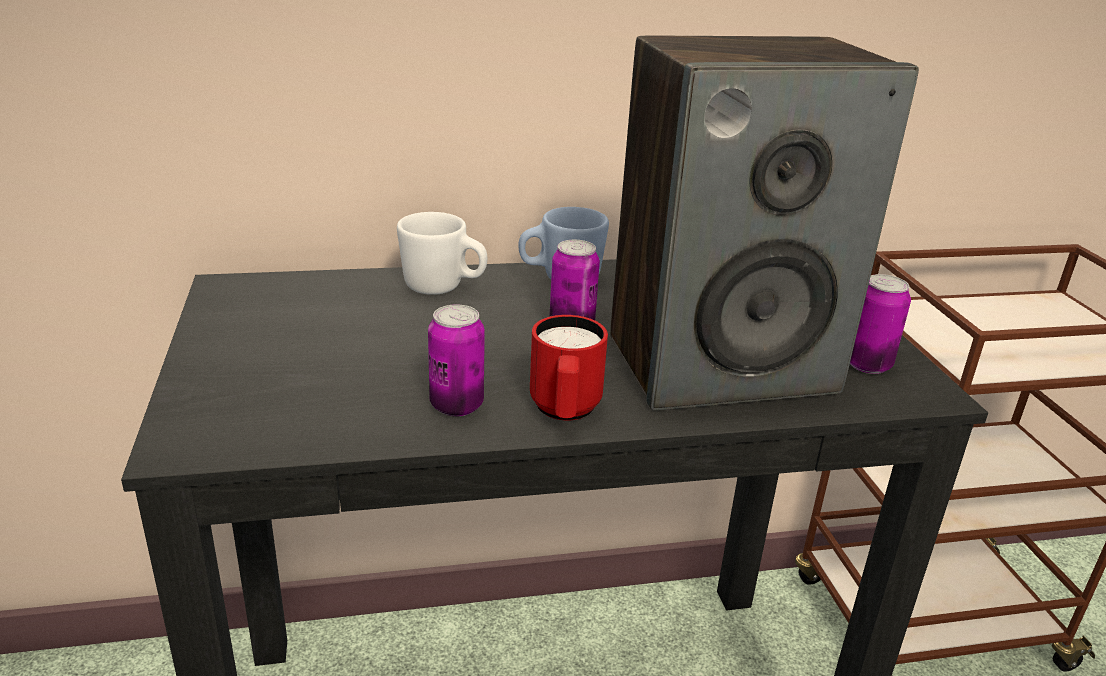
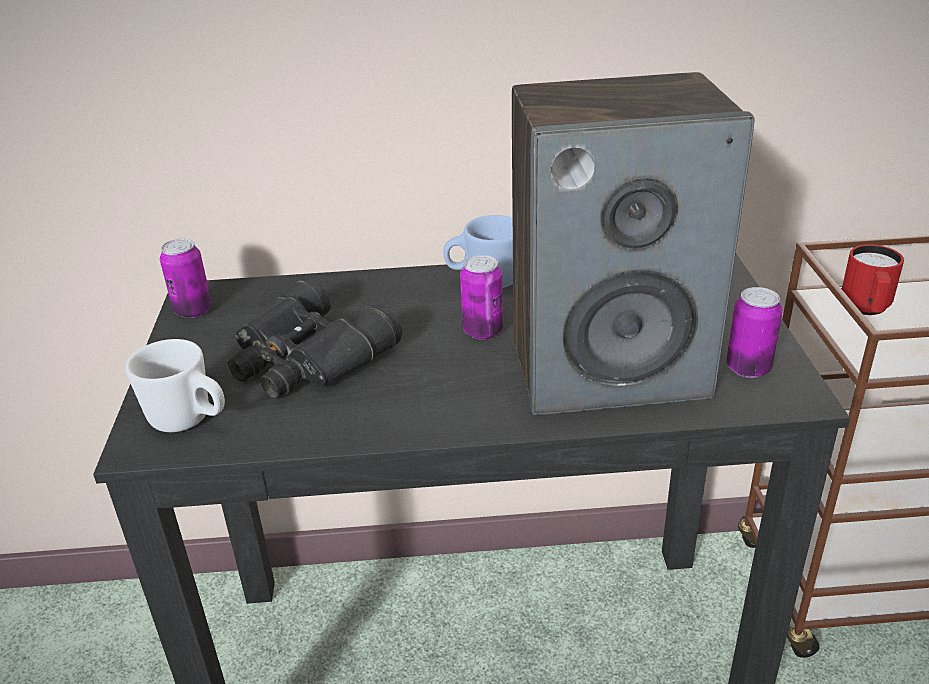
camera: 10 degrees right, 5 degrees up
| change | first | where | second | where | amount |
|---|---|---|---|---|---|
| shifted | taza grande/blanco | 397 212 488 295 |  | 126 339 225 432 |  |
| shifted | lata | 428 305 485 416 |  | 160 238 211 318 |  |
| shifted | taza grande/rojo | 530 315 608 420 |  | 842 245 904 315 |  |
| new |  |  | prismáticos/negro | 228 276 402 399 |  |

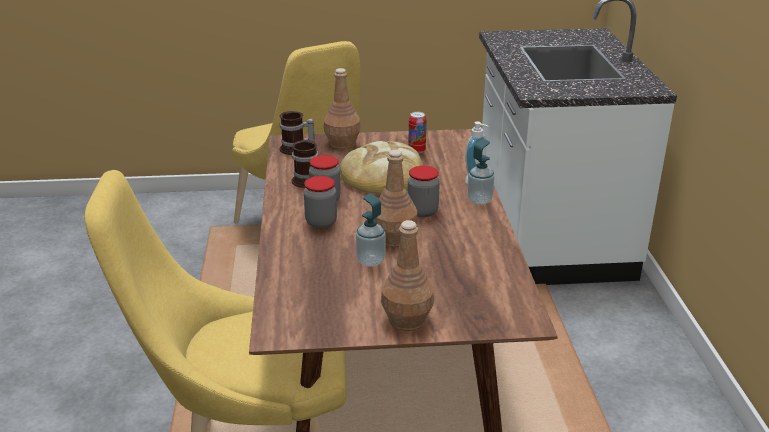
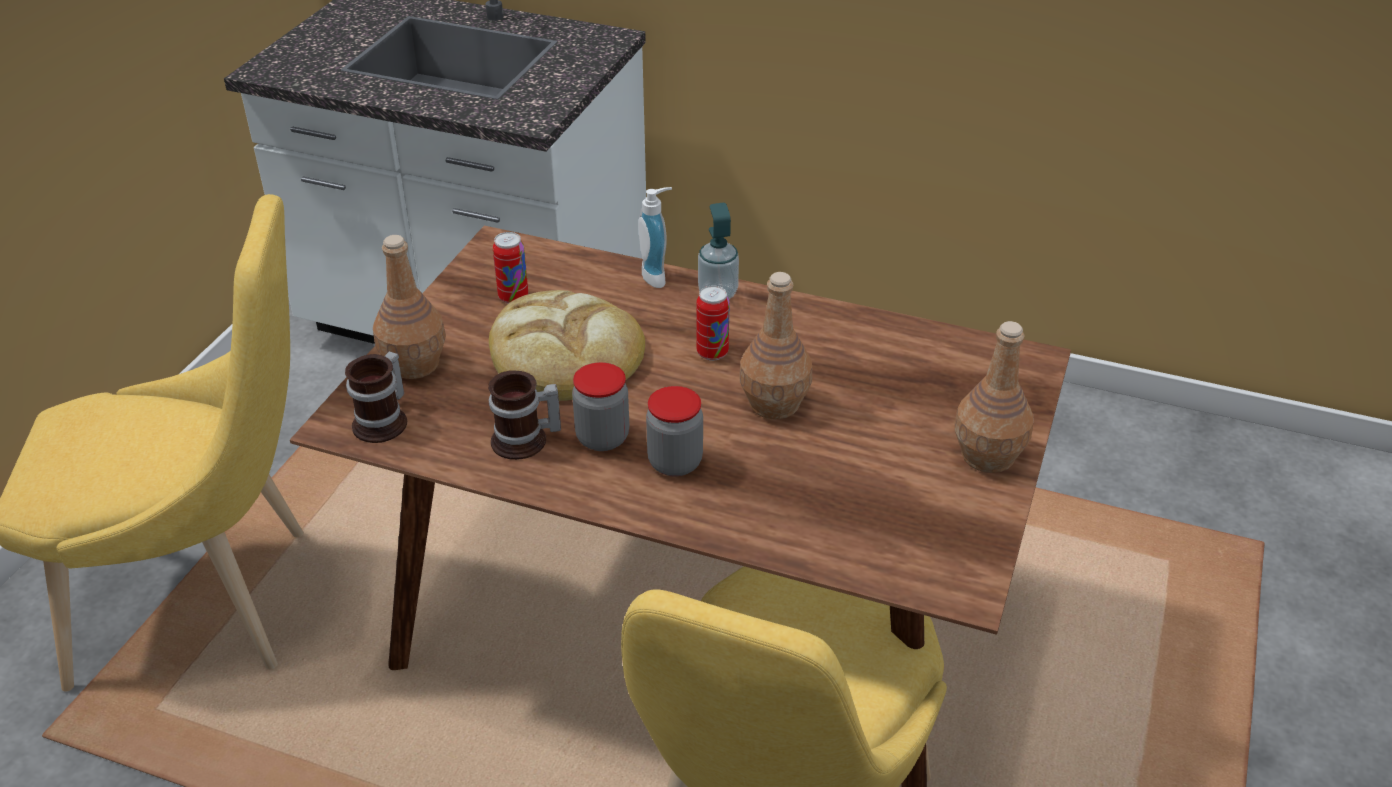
camera: 65 degrees left, 10 degrees up
| change | first | where | second | where | amount |
|---|---|---|---|---|---|
| swapped | tarro | 408 166 440 217 | lata | 697 285 730 361 |  |
| gone | dispensador de jabón | 356 193 385 267 |  |  |  |

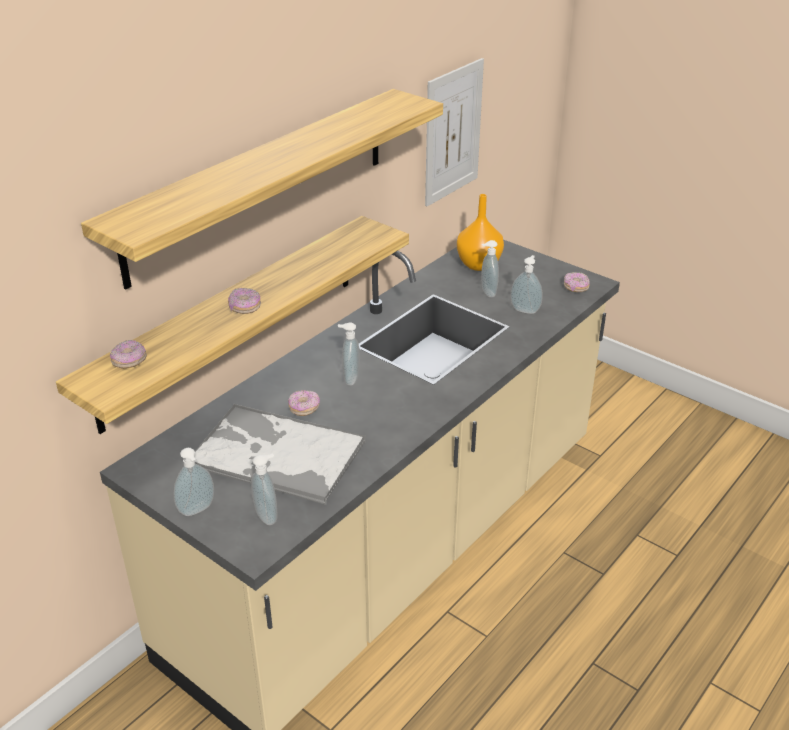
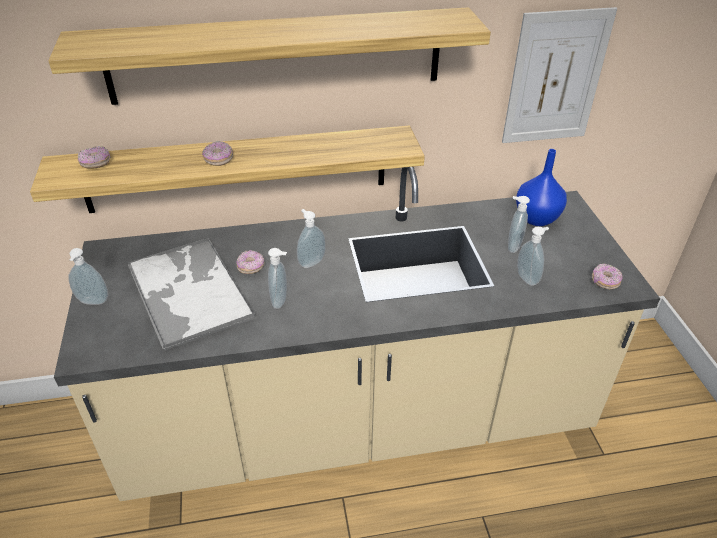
camera: 40 degrees right, 5 degrees up
| change | first | where | second | where | amount |
|---|---|---|---|---|---|
| repainted | florero/naranja | 457 194 504 271 | florero/azul | 516 149 567 226 |  |
| shifted | dispensador de jabón | 251 453 277 525 |  | 268 248 287 309 |  |

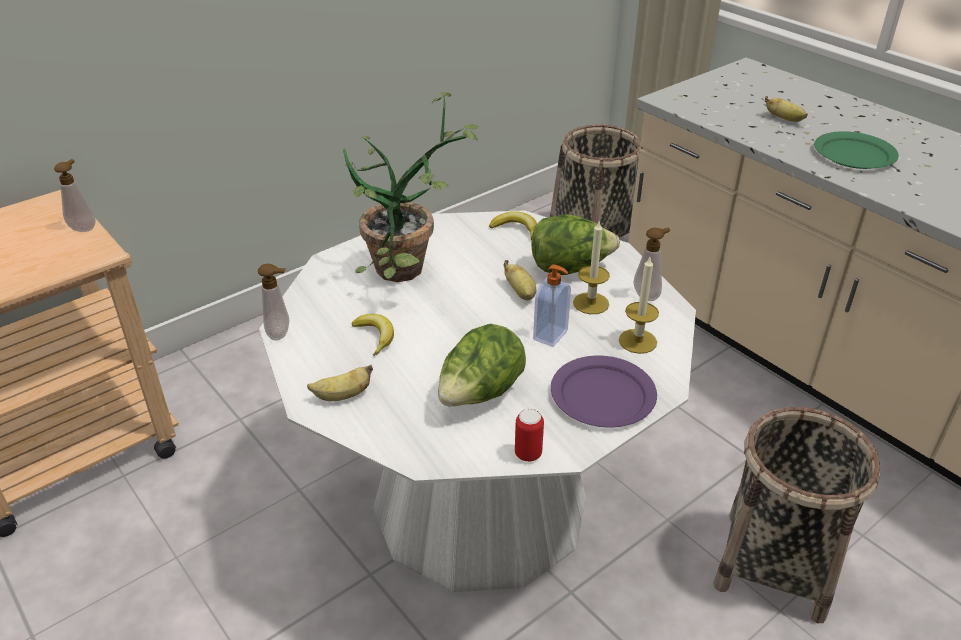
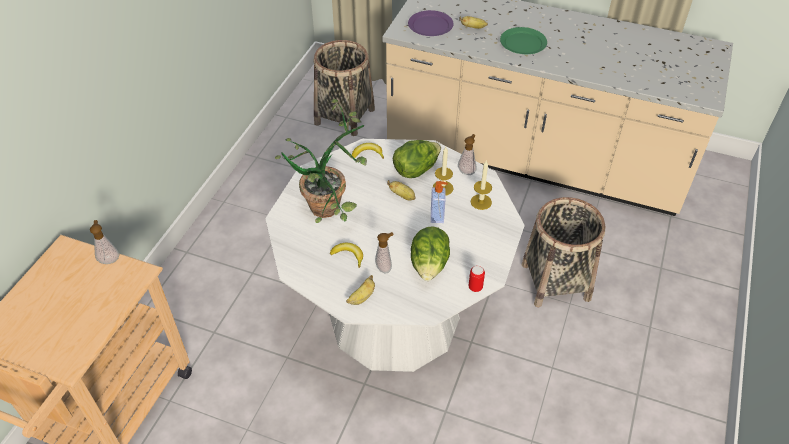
camera: 30 degrees left, 10 degrees up
| change | first | where | second | where | amount |
|---|---|---|---|---|---|
| shifted | dispensador de jabón | 258 263 289 341 |  | 375 232 393 274 |  |
| shifted | plato/morado | 551 356 657 427 |  | 408 10 454 36 |  |

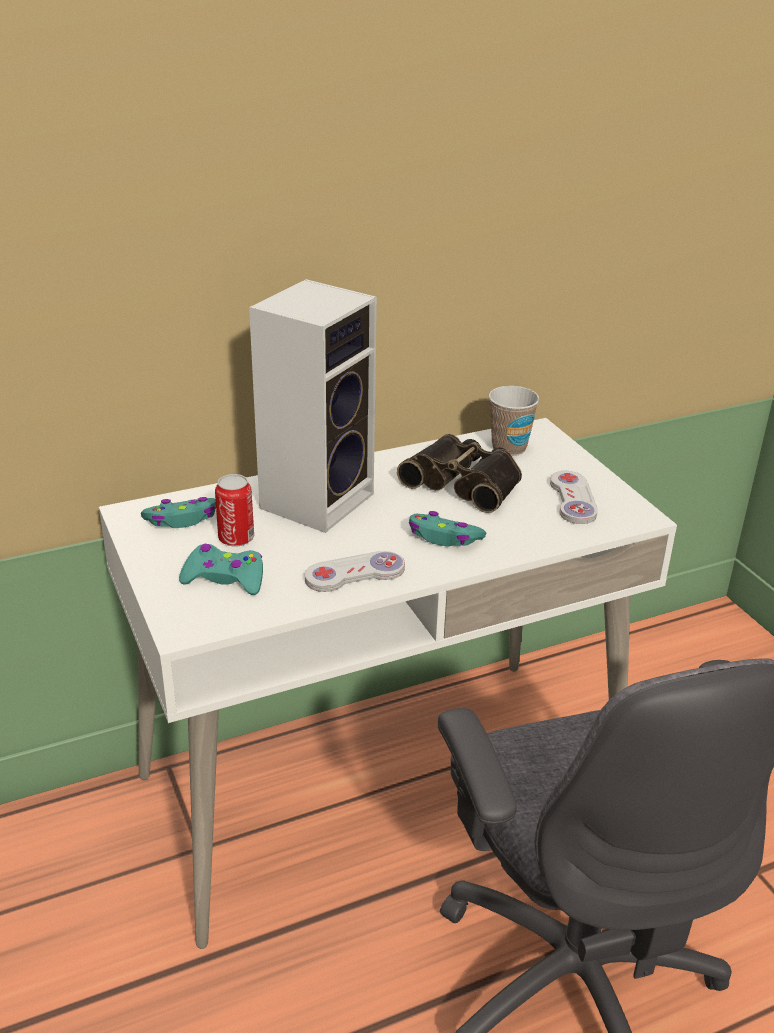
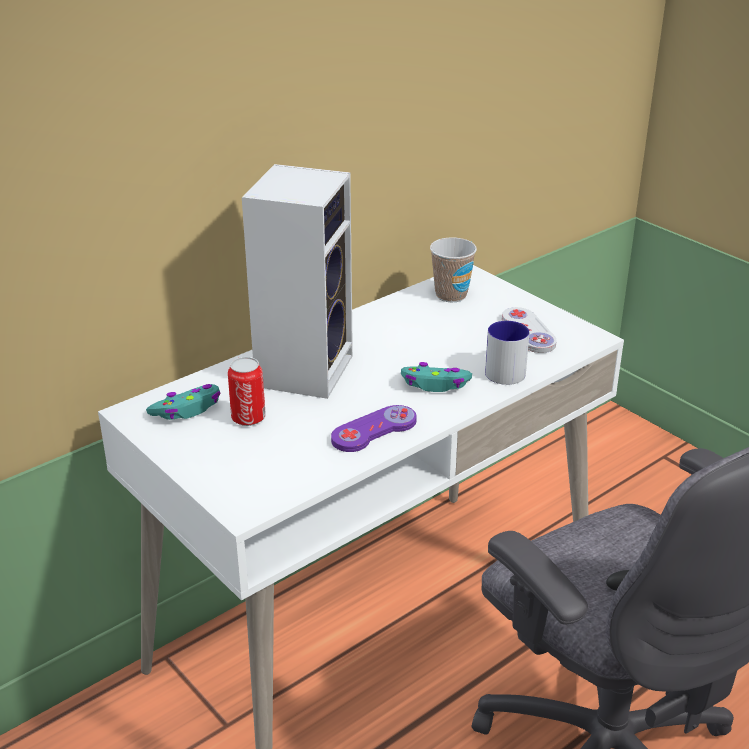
camera: 15 degrees left, 0 degrees up
| change | first | where | second | where | amount |
|---|---|---|---|---|---|
| gone | prismáticos | 397 434 522 513 |  |  |  |
| gone | mando de consola/turquesa | 179 544 263 595 |  |  |  |
| repainted | mando de consola/blanco | 305 551 405 592 | mando de consola/morado | 331 405 417 452 |  |
| new |  |  | taza grande | 485 321 530 385 |  |

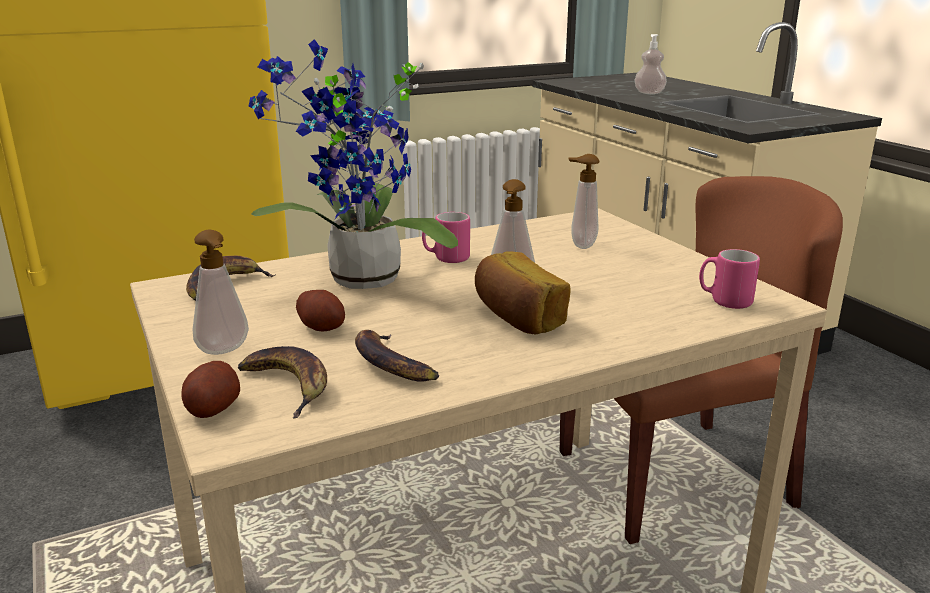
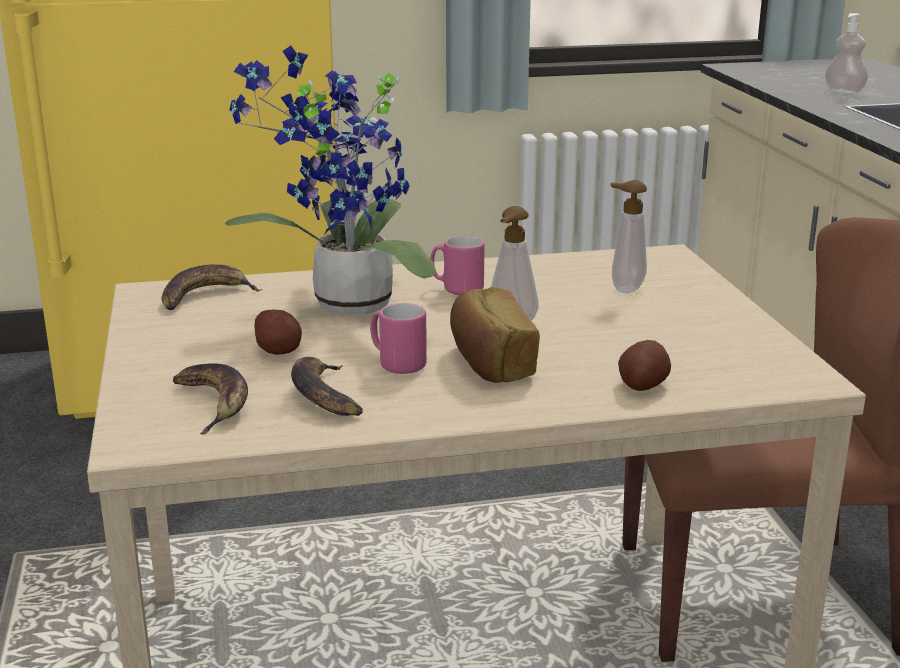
camera: 15 degrees right, 0 degrees up
| change | first | where | second | where | amount |
|---|---|---|---|---|---|
| gone | dispensador de jabón | 193 230 249 355 |  |  |  |
| shifted | taza grande/rosa | 699 249 760 309 |  | 370 303 427 374 |  |
| shifted | patata | 181 361 240 418 |  | 618 340 671 391 |  |

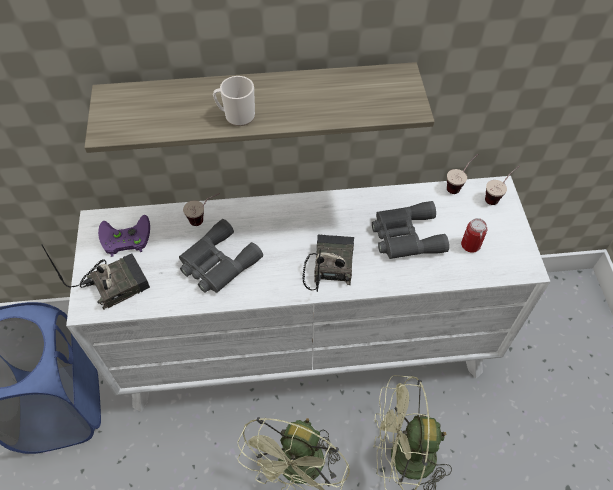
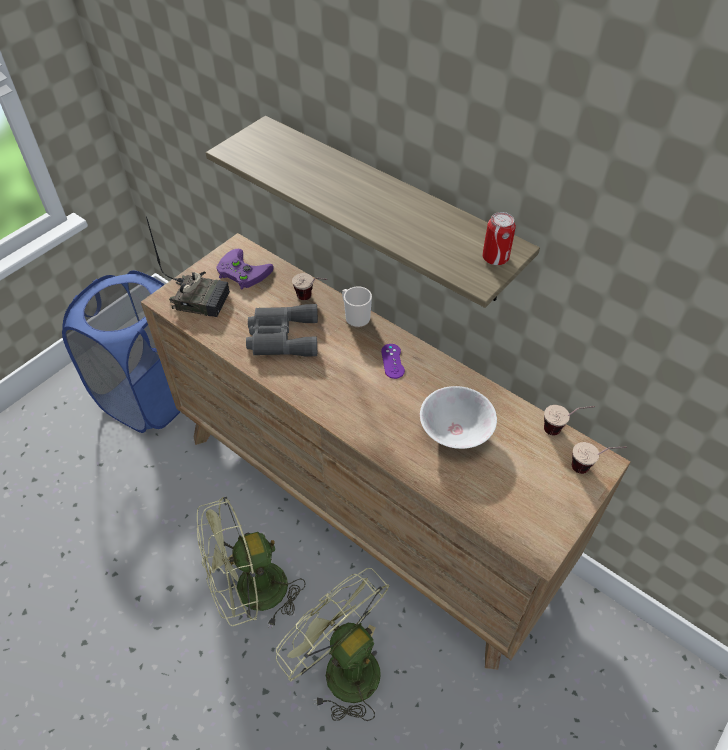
camera: 45 degrees right, 5 degrees down
| change | first | where | second | where | amount |
|---|---|---|---|---|---|
| shifted | taza grande | 213 76 255 126 |  | 342 286 372 328 |  |
| repainted | cómoda/blanco | 66 176 550 412 | cómoda/marrón | 141 233 631 670 |  |
| swapped | prismáticos/gris | 372 201 449 259 | cuenco/blanco | 420 386 497 449 |  |
| shifted | lata | 461 218 487 253 |  | 482 212 516 265 |  |
| gone | radio | 302 234 354 292 |  |  |  |
| new |  |  | mando de consola/morado | 381 344 405 379 |  |

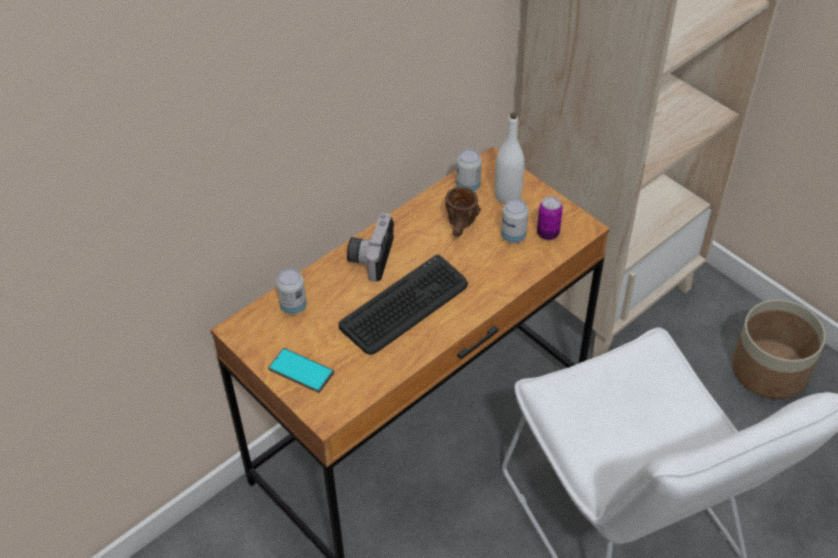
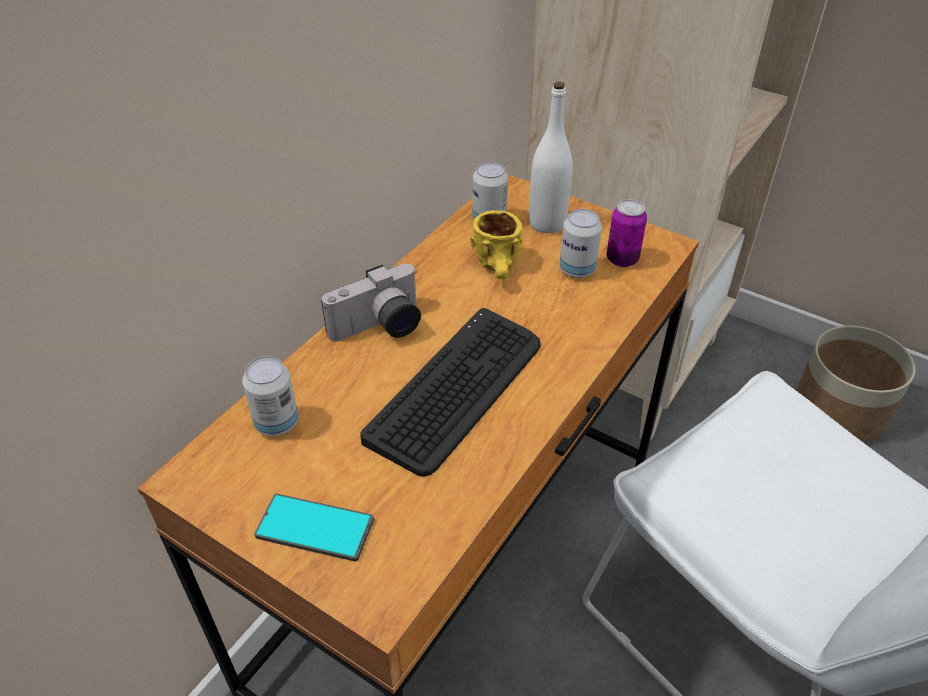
camera: 15 degrees left, 5 degrees down
| change | first | where | second | where | amount |
|---|---|---|---|---|---|
| repainted | taza grande/marrón | 445 187 481 237 | taza grande/amarillo | 471 210 523 279 |  |
| rotated | cámara | 347 213 394 282 |  | 321 264 421 342 | 120 degrees counterclockwise |

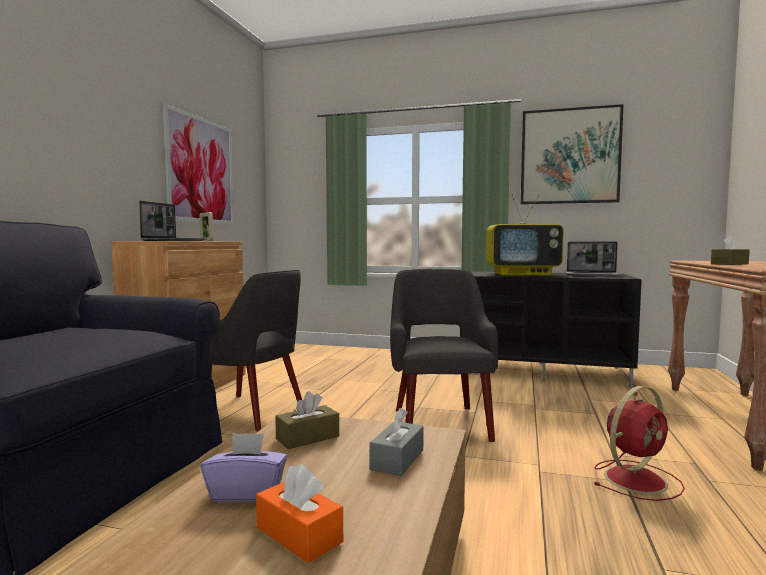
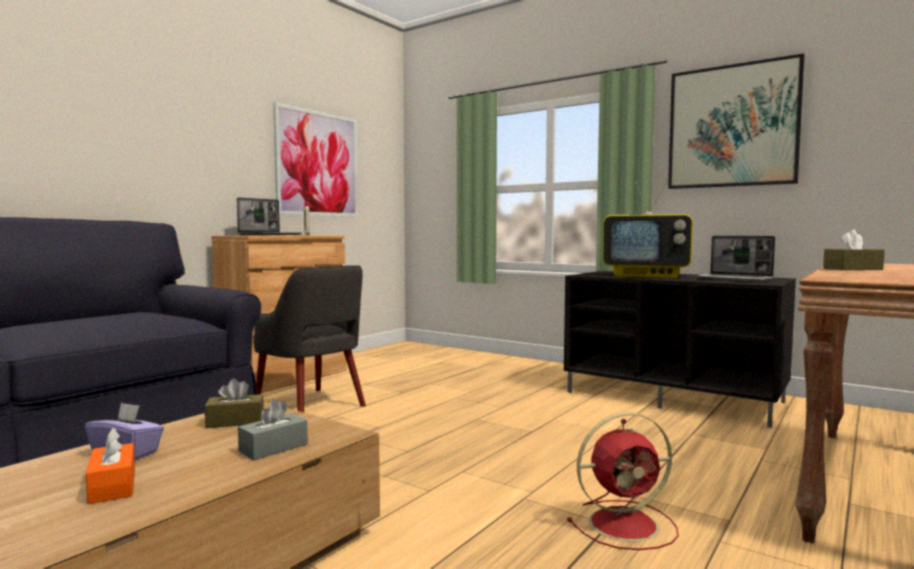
camera: 20 degrees right, 0 degrees up
| change | first | where | second | where | amount |
|---|---|---|---|---|---|
| gone | sillón/gris | 390 269 498 442 |  |  |  |

